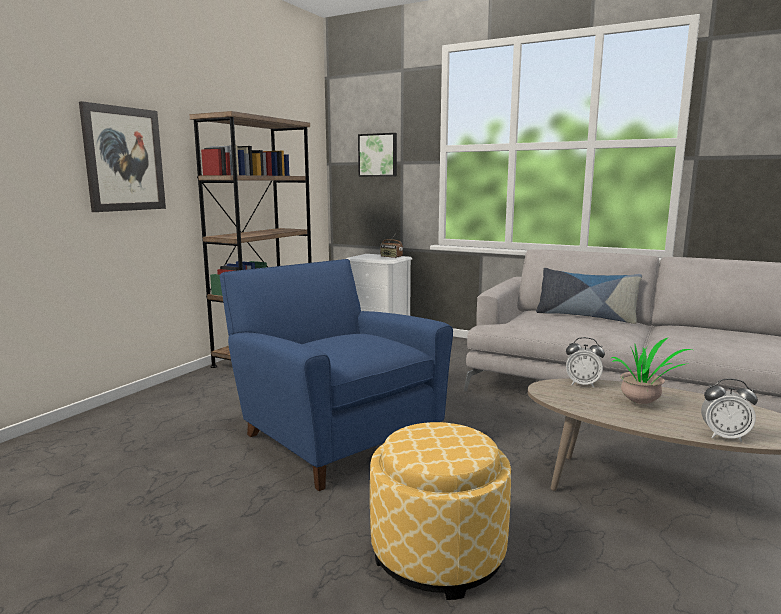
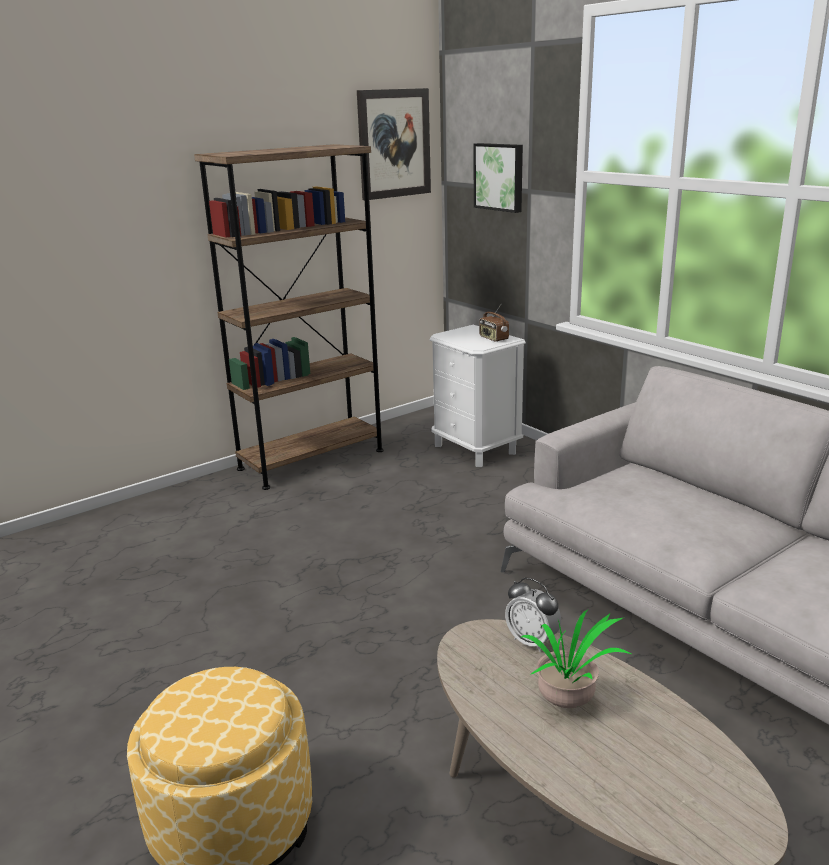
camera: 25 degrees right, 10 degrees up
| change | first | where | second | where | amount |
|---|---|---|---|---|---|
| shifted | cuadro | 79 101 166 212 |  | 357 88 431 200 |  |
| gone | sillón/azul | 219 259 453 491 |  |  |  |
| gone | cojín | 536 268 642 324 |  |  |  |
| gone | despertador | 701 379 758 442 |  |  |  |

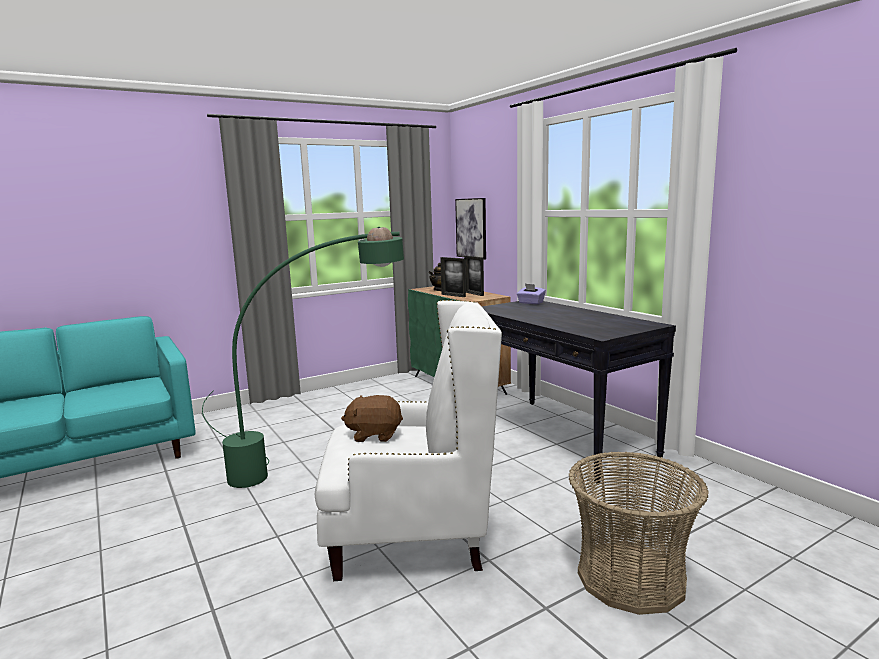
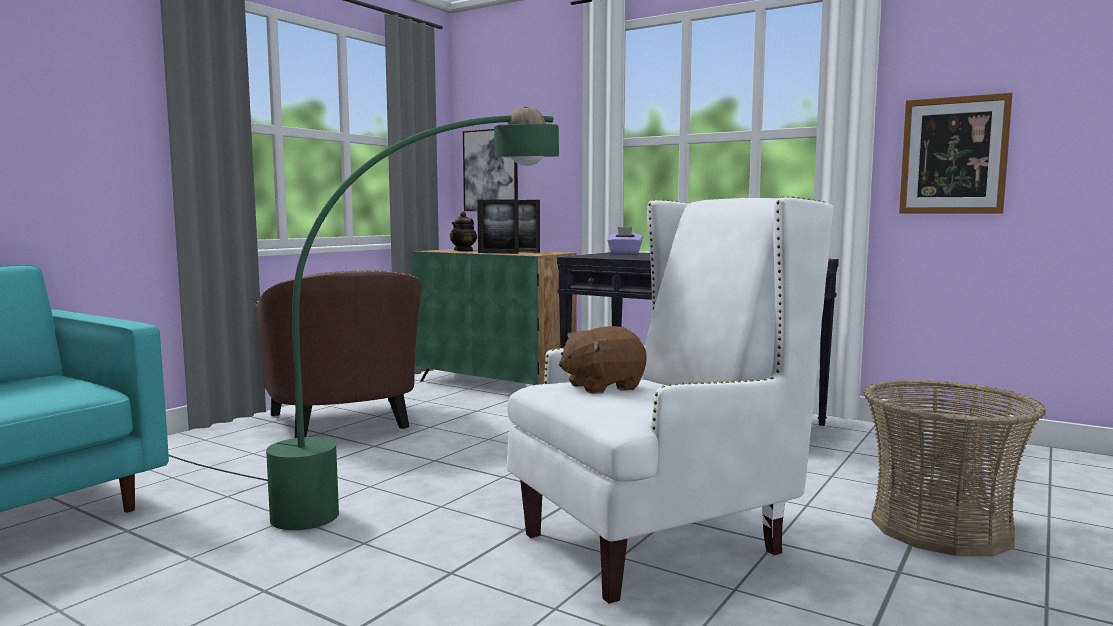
camera: 25 degrees left, 5 degrees down
| change | first | where | second | where | amount |
|---|---|---|---|---|---|
| new |  |  | cuadro | 899 93 1013 213 |  |
| new |  |  | sillón/marrón | 254 271 422 438 |  |

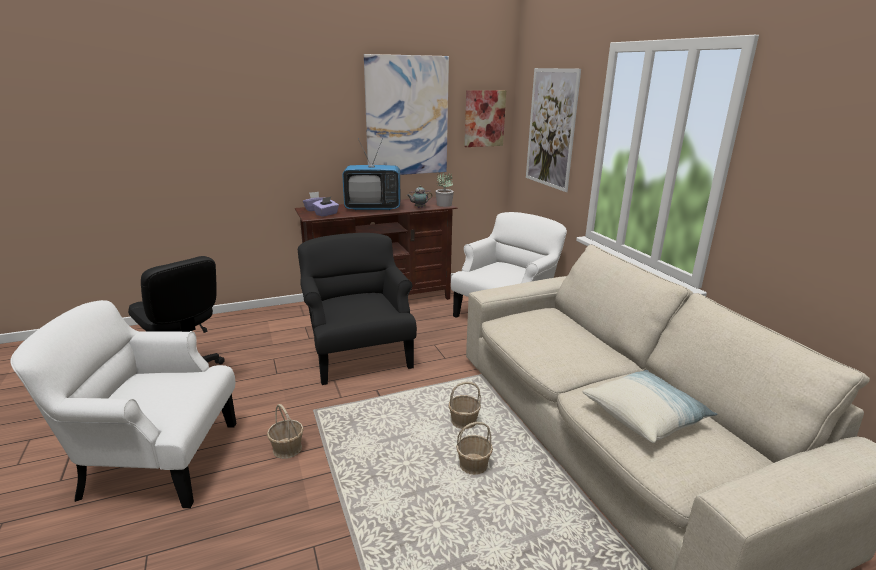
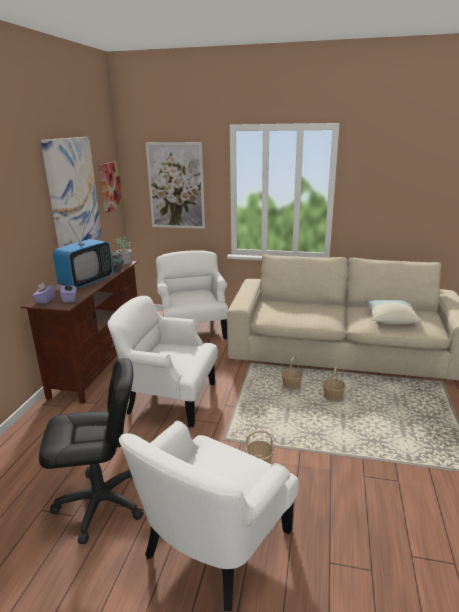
camera: 55 degrees left, 0 degrees up
| change | first | where | second | where | amount |
|---|---|---|---|---|---|
| repainted | sillón/negro | 298 233 417 385 | sillón/blanco | 108 296 218 427 |  |

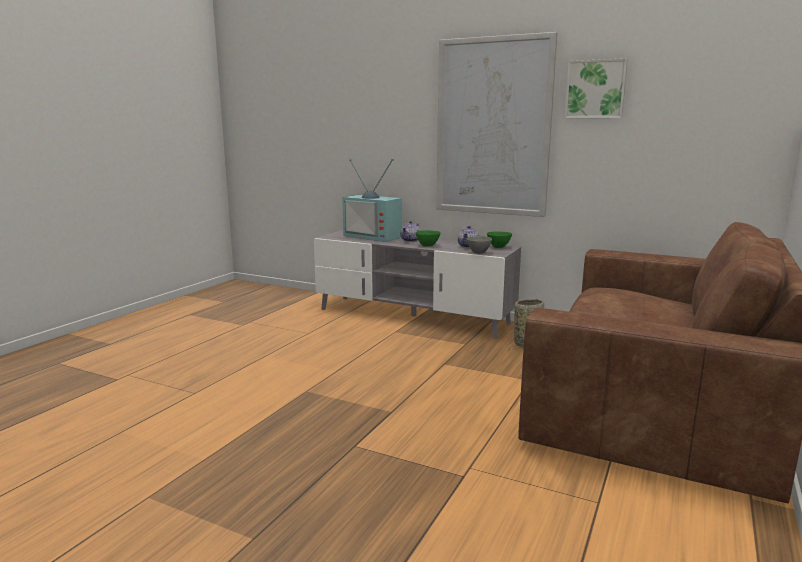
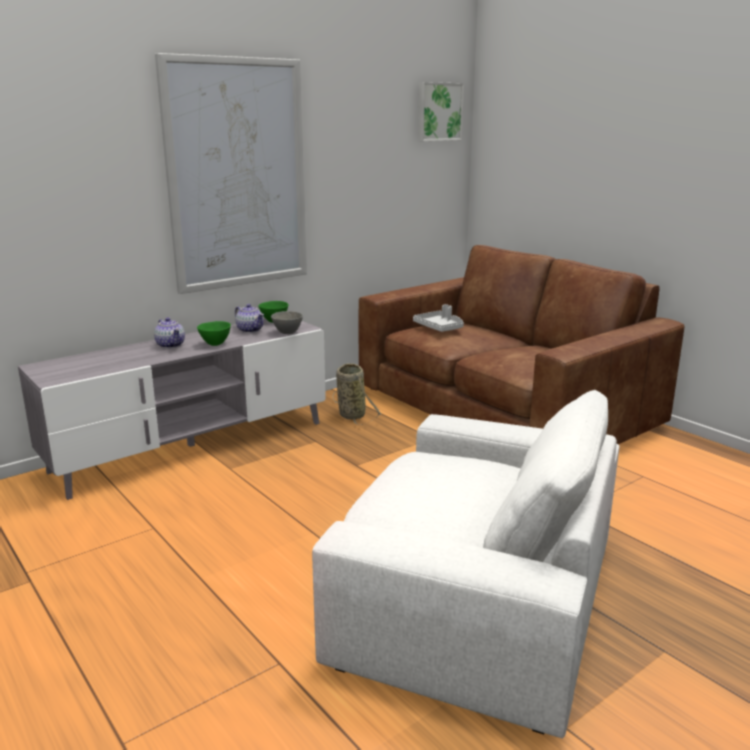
camera: 65 degrees left, 5 degrees up
| change | first | where | second | where | amount |
|---|---|---|---|---|---|
| shifted | cuadro | 565 58 628 118 |  | 418 82 464 141 |  |
| gone | televisor | 342 158 401 242 |  |  |  |
| new |  |  | bandeja/gris | 413 304 464 332 |  |
| new |  |  | sillón/blanco | 312 390 619 738 |  |

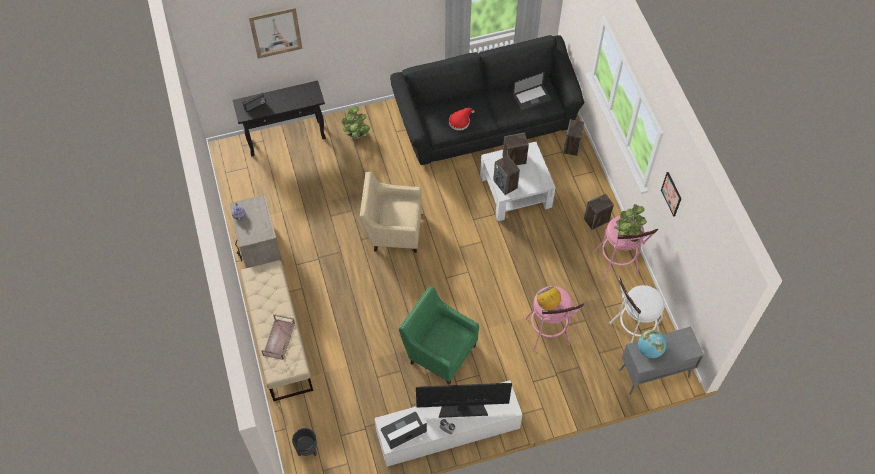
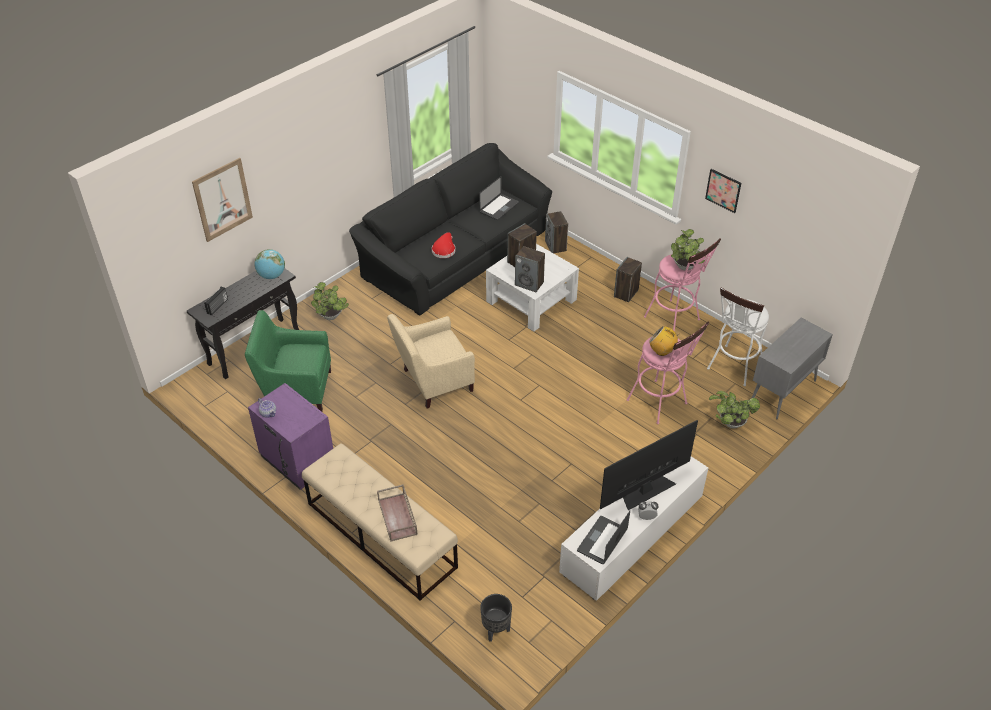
camera: 30 degrees left, 15 degrees down
| change | first | where | second | where | amount |
|---|---|---|---|---|---|
| repainted | mesita de noche/beis | 229 195 283 268 | mesita de noche/morado | 248 383 333 490 |  |
| shifted | sillón/verde | 399 286 479 385 |  | 245 310 331 412 |  |
| shifted | globo terráqueo | 638 330 667 358 |  | 255 249 285 279 |  |
| new |  |  | planta en maceta | 709 391 760 429 |  |

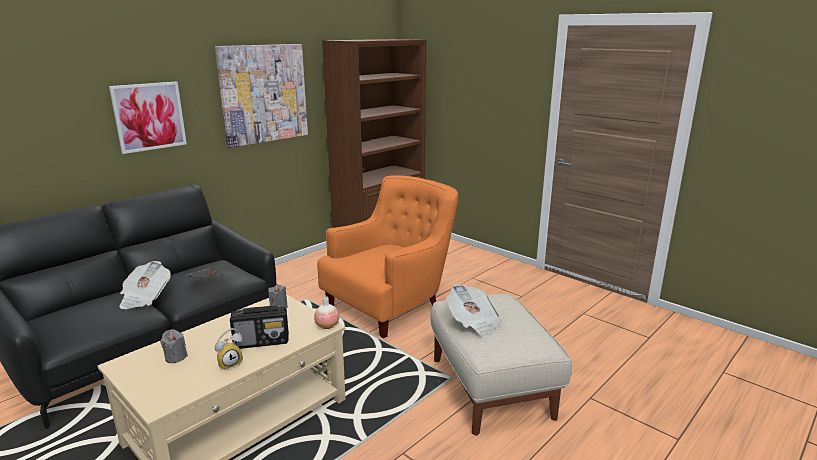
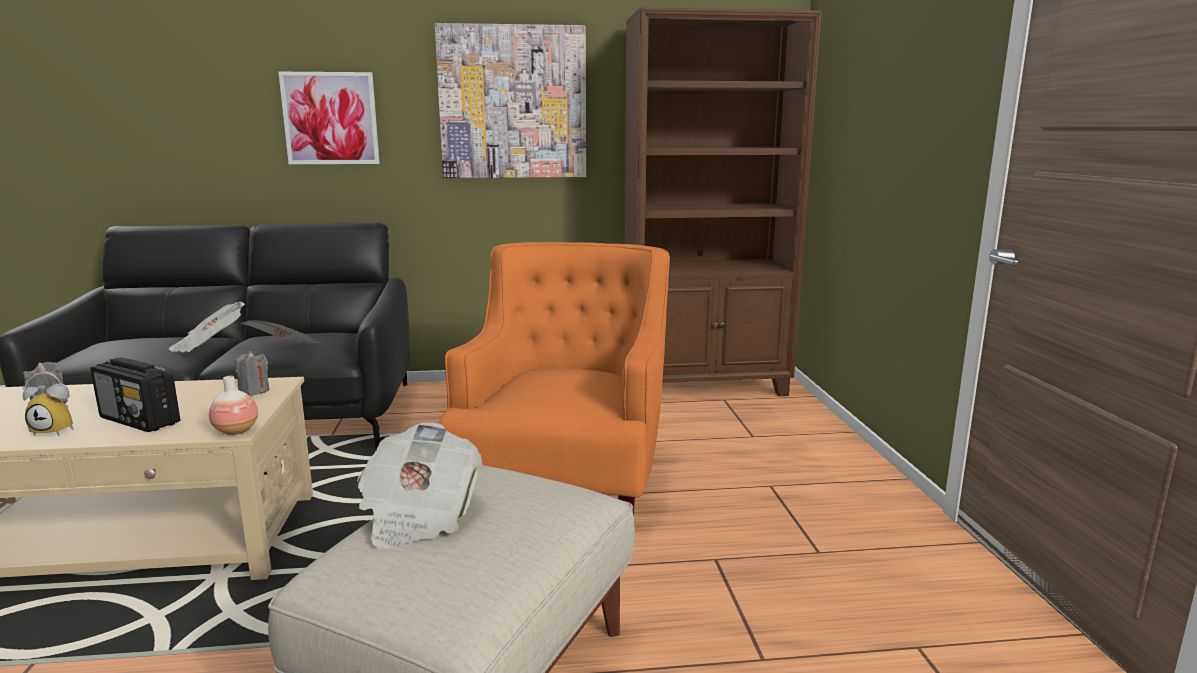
camera: 40 degrees right, 5 degrees down
| change | first | where | second | where | amount |
|---|---|---|---|---|---|
| rotated | sillón/naranja | 317 175 458 338 |  | 439 242 670 517 | 75 degrees counterclockwise |

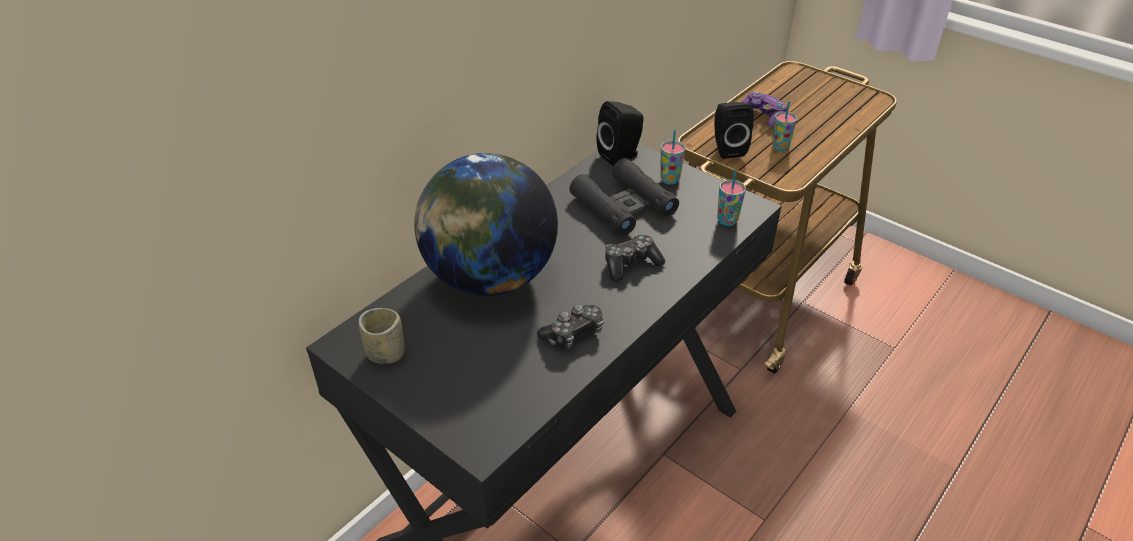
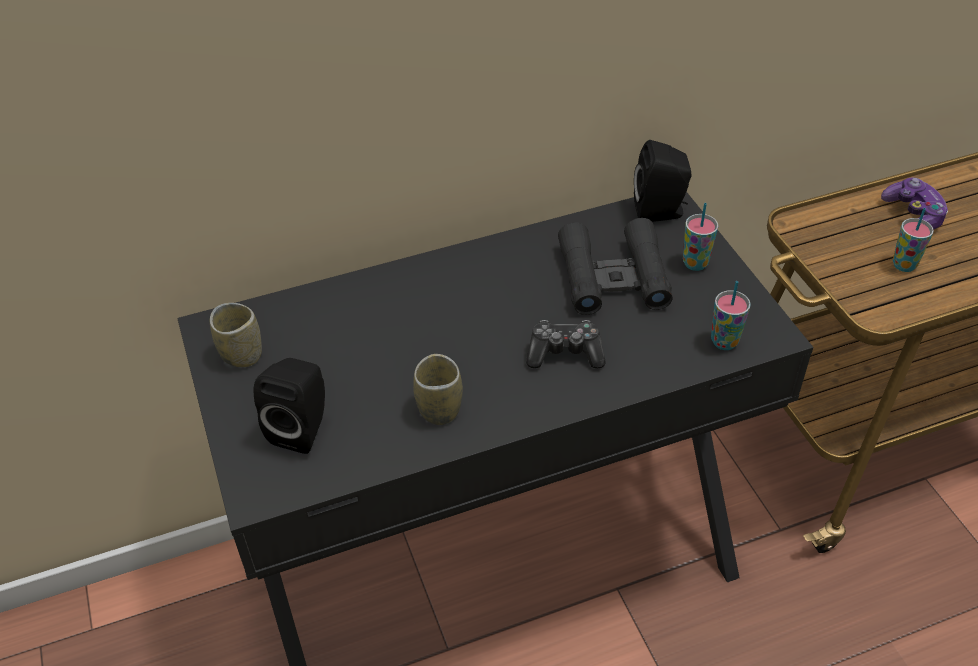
camera: 30 degrees right, 5 degrees up
| change | first | where | second | where | amount |
|---|---|---|---|---|---|
| shifted | altavoz/negro | 714 102 754 159 |  | 254 358 325 454 |  |
| gone | globo terráqueo | 414 153 558 296 |  |  |  |
| swapped | mando de consola | 537 304 604 348 | taza | 413 354 463 425 |  |

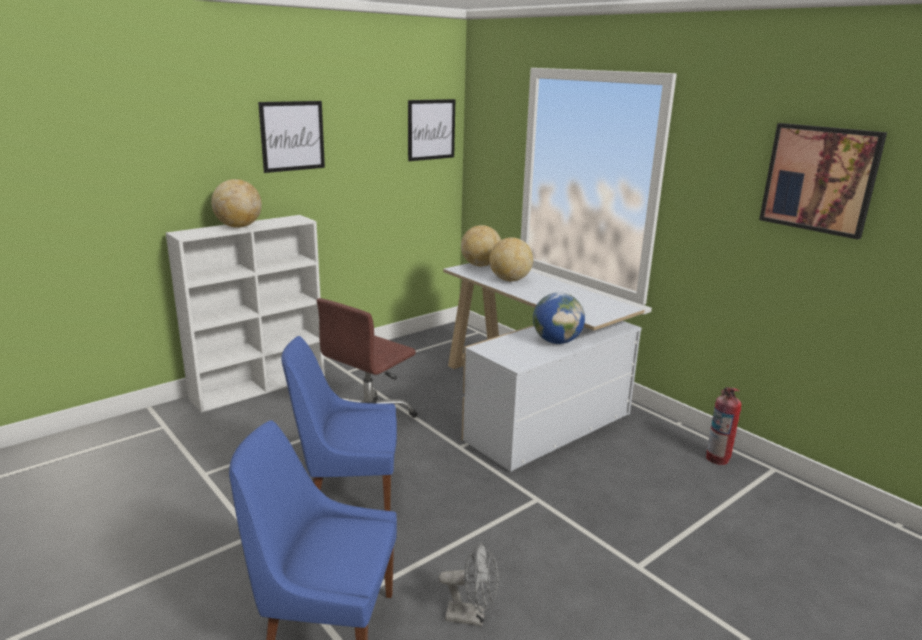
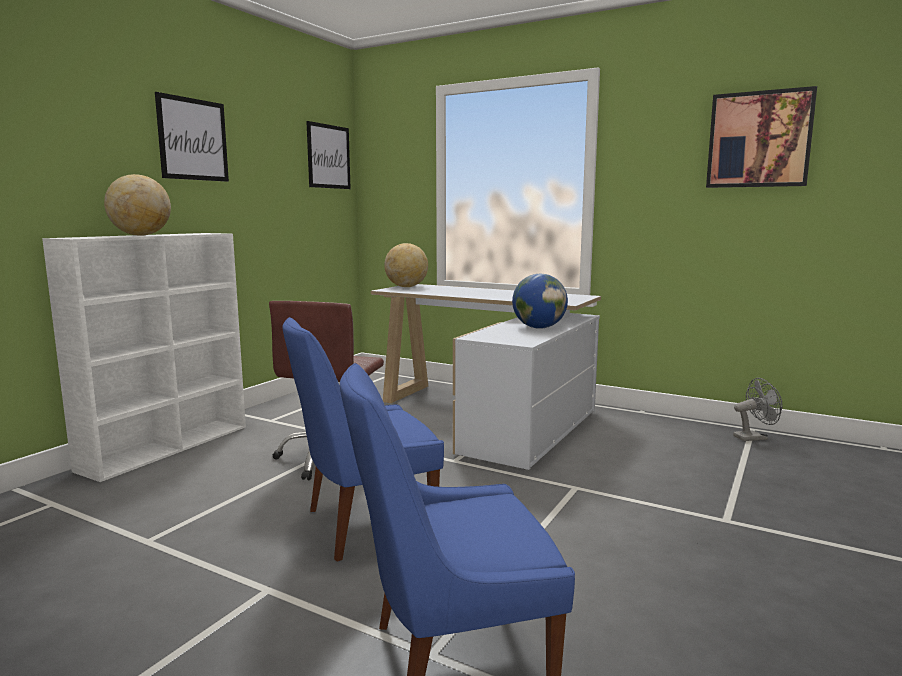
camera: 20 degrees left, 10 degrees down
| change | first | where | second | where | amount |
|---|---|---|---|---|---|
| gone | globo terráqueo | 489 237 533 281 |  |  |  |
| gone | extintor | 706 387 741 465 |  |  |  |
| shifted | ventilador/gris | 439 542 499 626 |  | 733 378 782 441 |  |

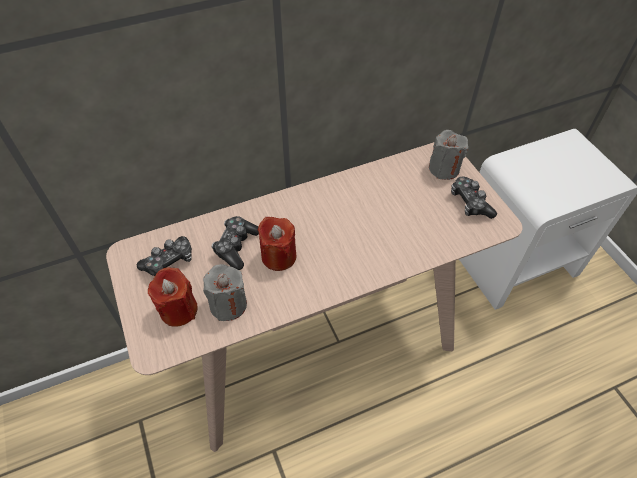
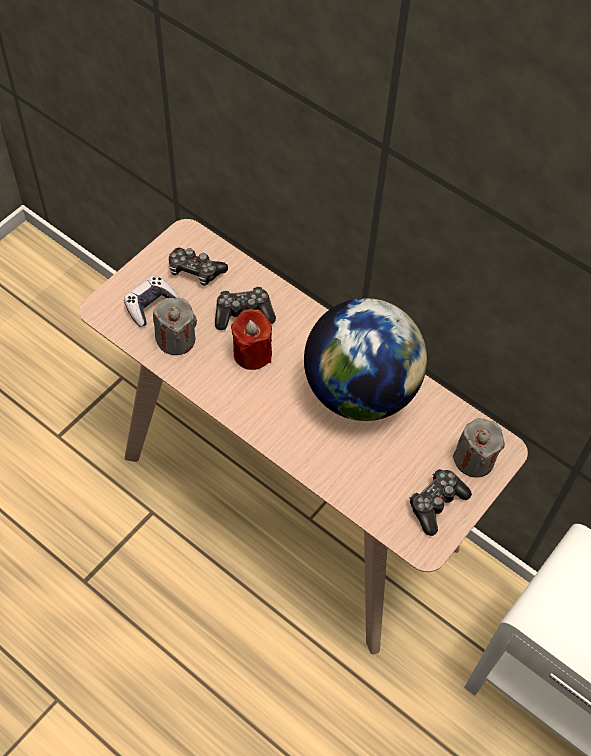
camera: 60 degrees right, 5 degrees up
| change | first | where | second | where | amount |
|---|---|---|---|---|---|
| swapped | vela/rojo | 148 267 198 327 | mando de consola | 124 276 180 327 |  |
| new |  |  | globo terráqueo | 304 298 427 421 |  |

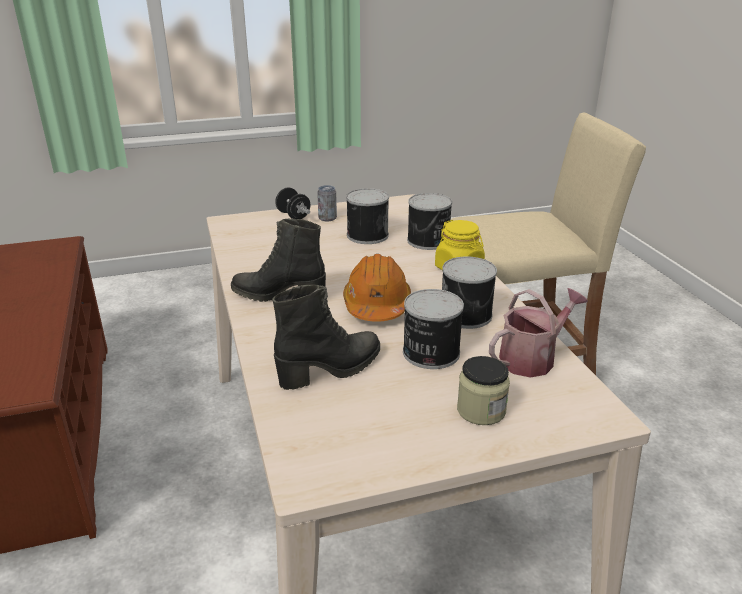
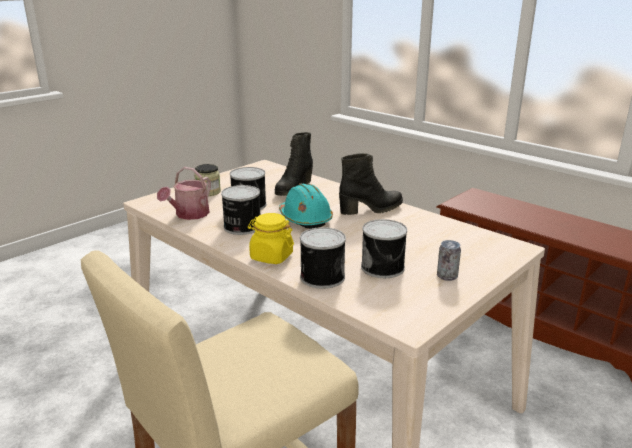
camera: 150 degrees right, 5 degrees down
| change | first | where | second | where | amount |
|---|---|---|---|---|---|
| gone | mancuerna/negro | 275 188 311 219 |  |  |  |
| repainted | casco/naranja | 343 254 411 321 | casco/turquesa | 279 184 333 229 |  |

